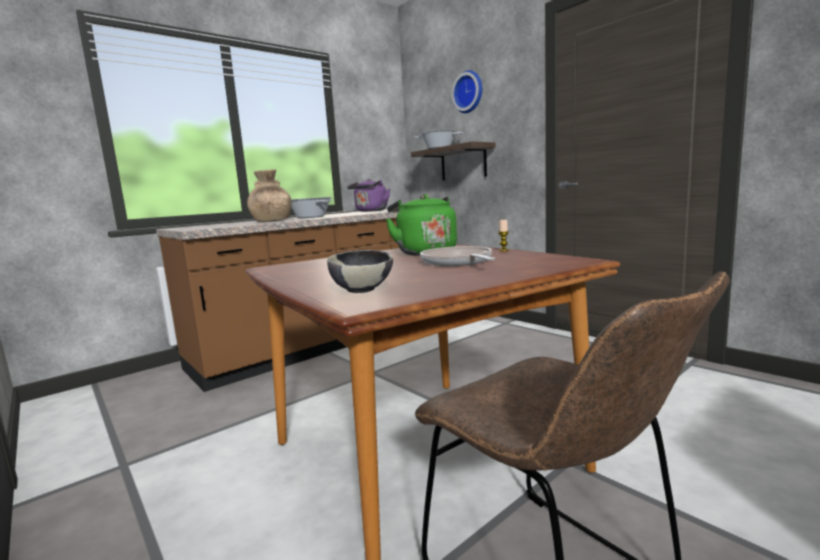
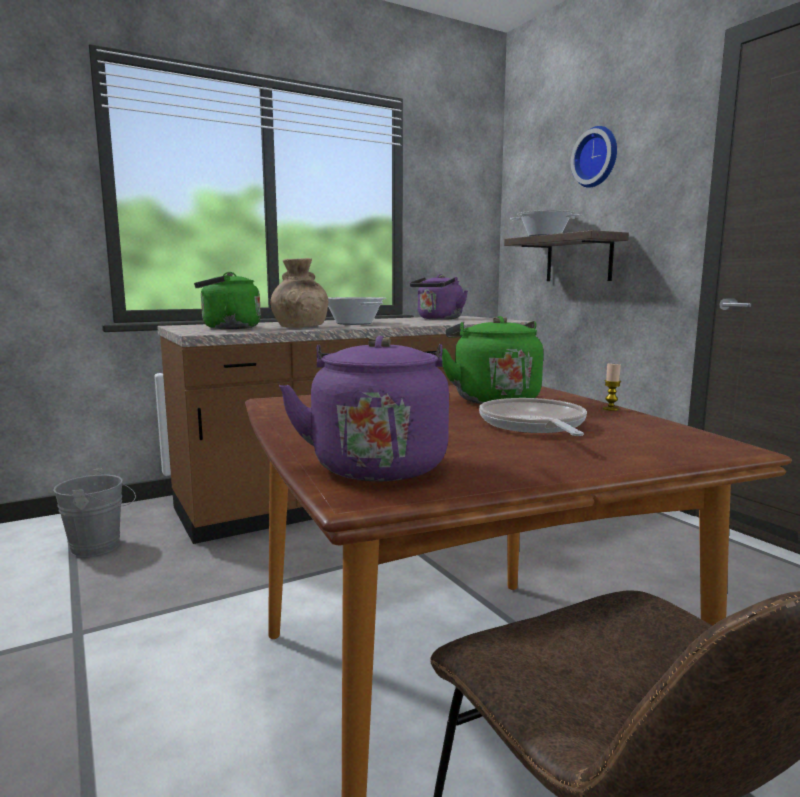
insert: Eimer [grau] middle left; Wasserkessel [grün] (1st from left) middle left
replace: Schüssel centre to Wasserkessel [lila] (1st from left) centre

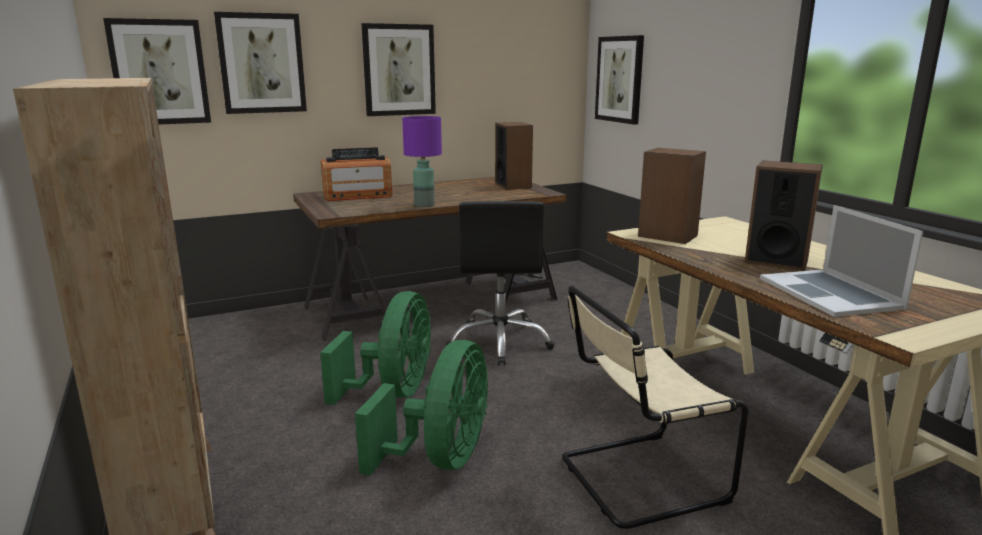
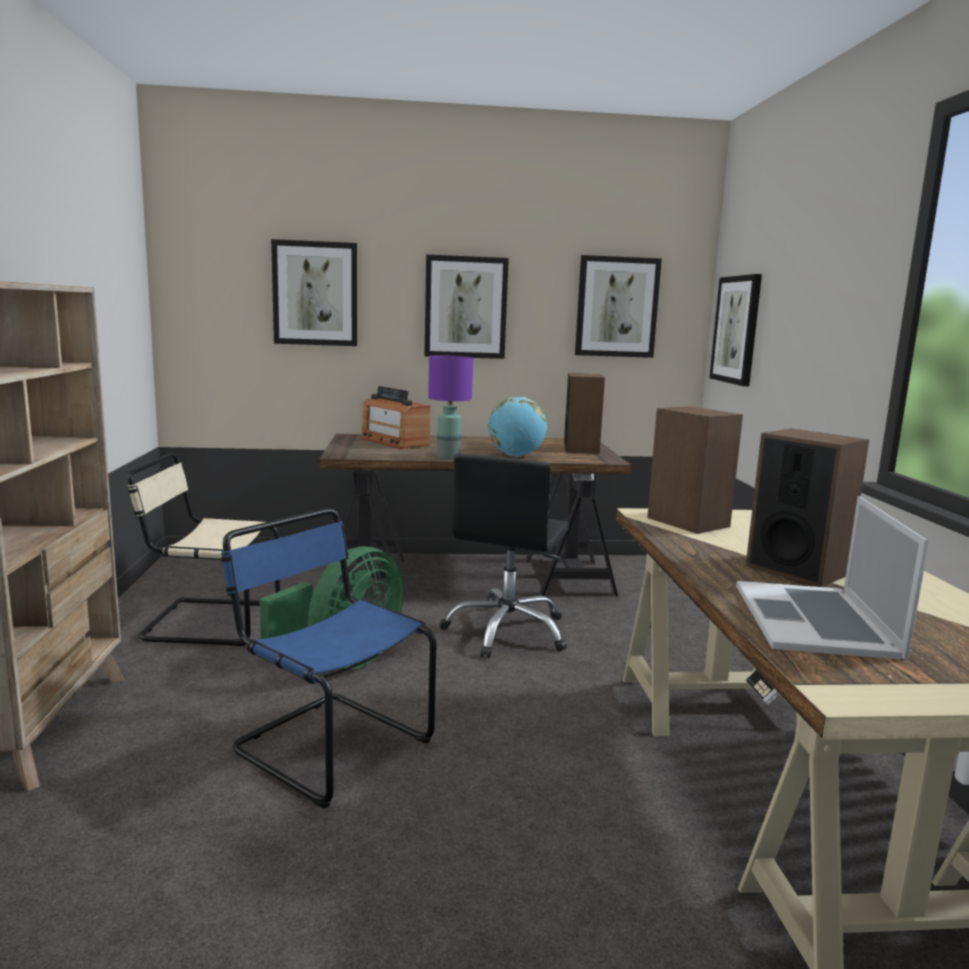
insert: Globus centre
move: Bild (1st from left in the first image) top left to Bild (3rd from left) top centre; Stuhl [beige] bottom right to middle left
replace: Ventilator [grün] (2nd from left) bottom centre to Stuhl [blau] bottom centre
rotate: Radio top centre = centre 45 degrees clockwise

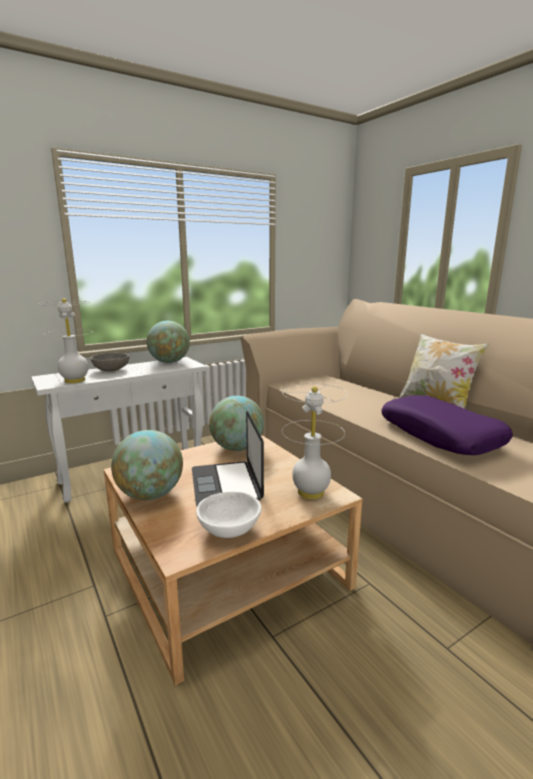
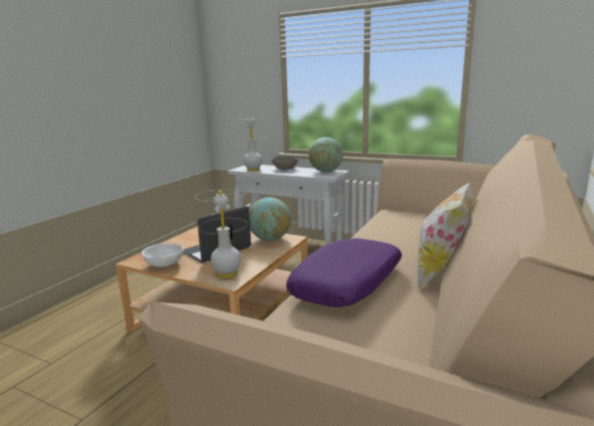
delete: Globus (1st from left) middle left

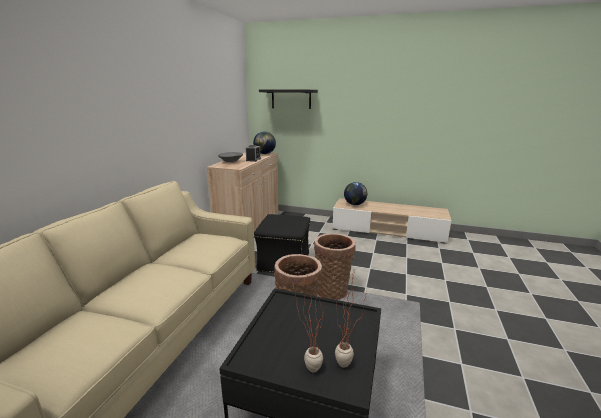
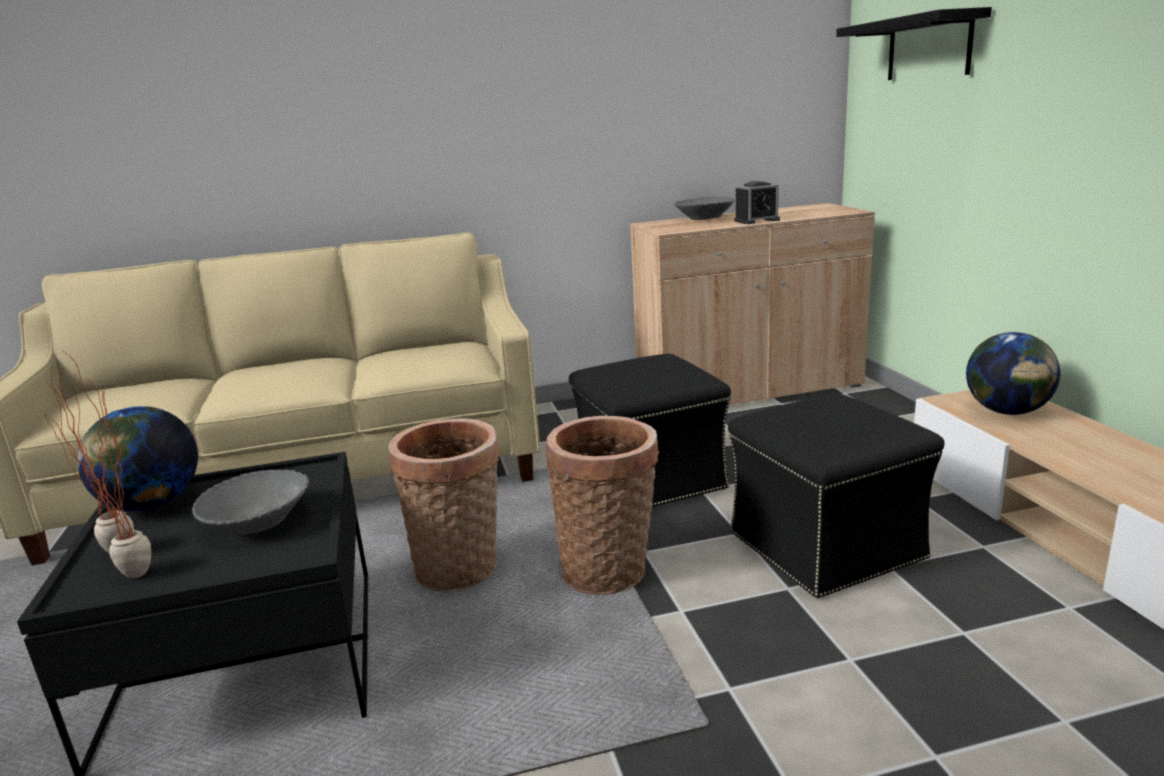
insert: Schüssel [grau] (1st from left) middle left; Polsterhocker [schwarz] (2nd from left) middle right
move: Globus (1st from left) centre to middle left

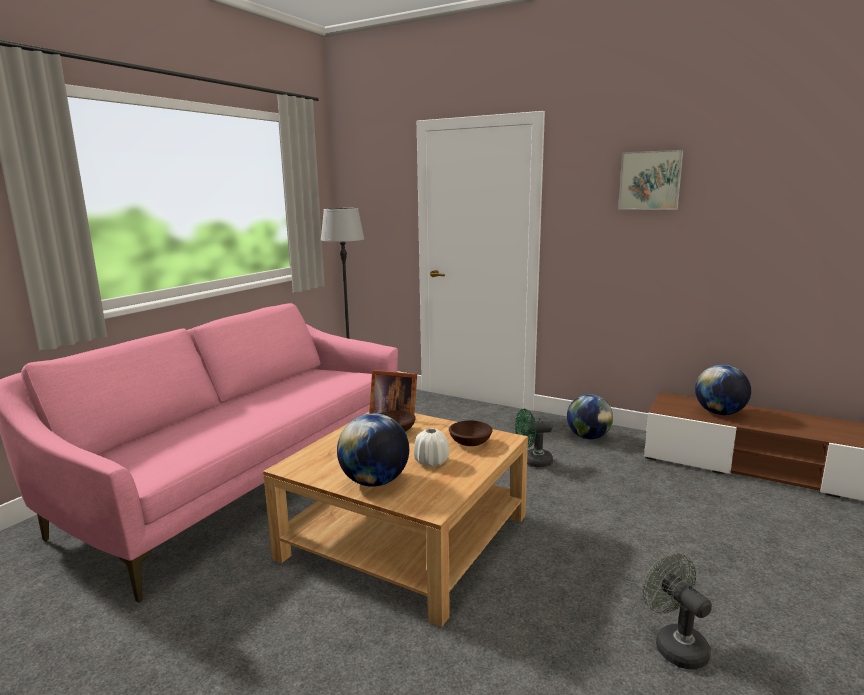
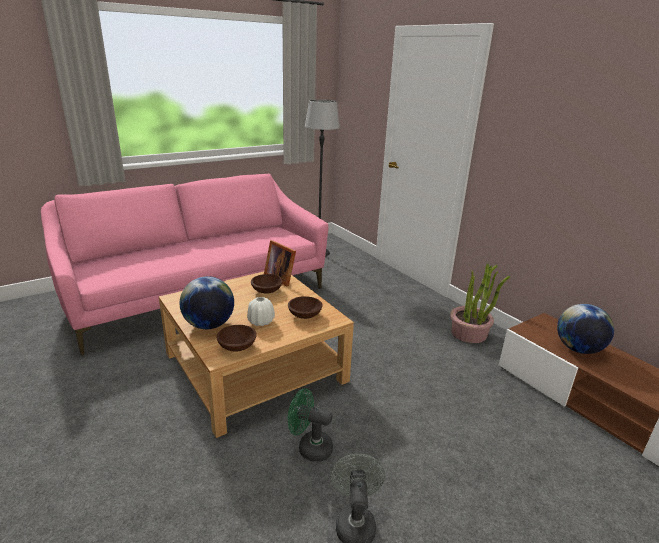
delete: Bild top right
insert: Schüssel [braun] (1st from left) centre
move: Ventilator [grün] centre to bottom centre
replace: Globus (2nd from left) middle right to Topfpflanze middle right

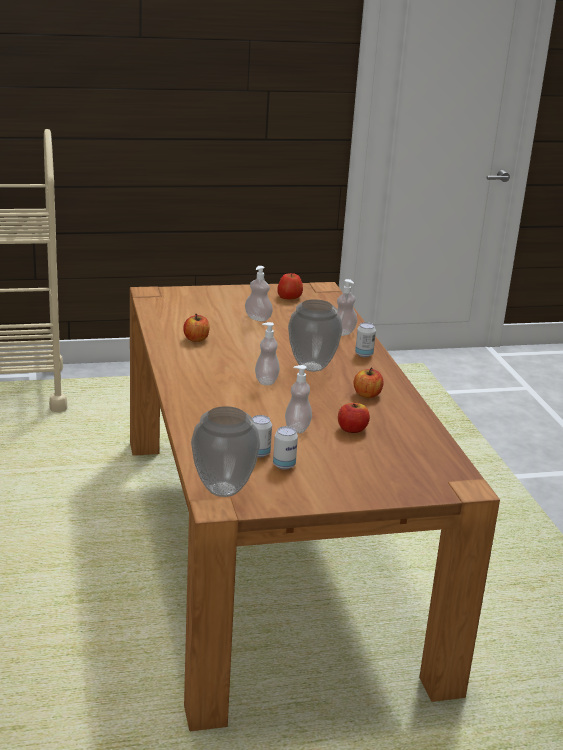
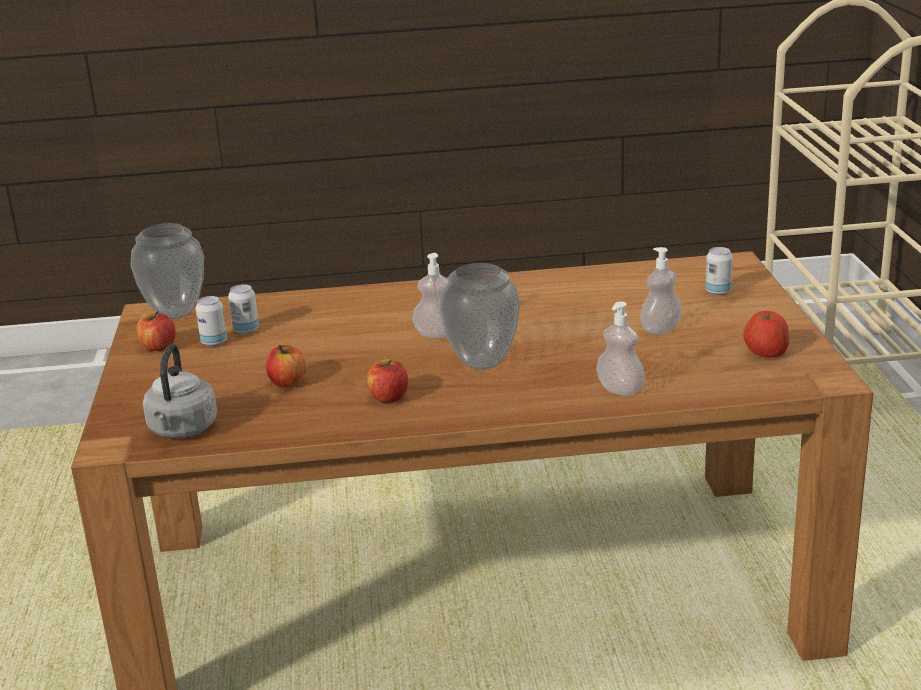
delete: Seifenspender (3rd from left) centre
insert: Wasserkessel [grau] middle left
move: Apfel (1st from left) centre to middle left; Dose (3rd from left) centre to middle right

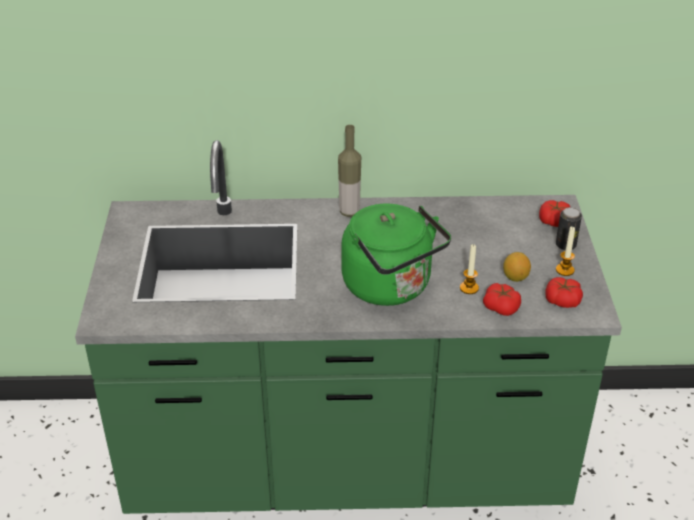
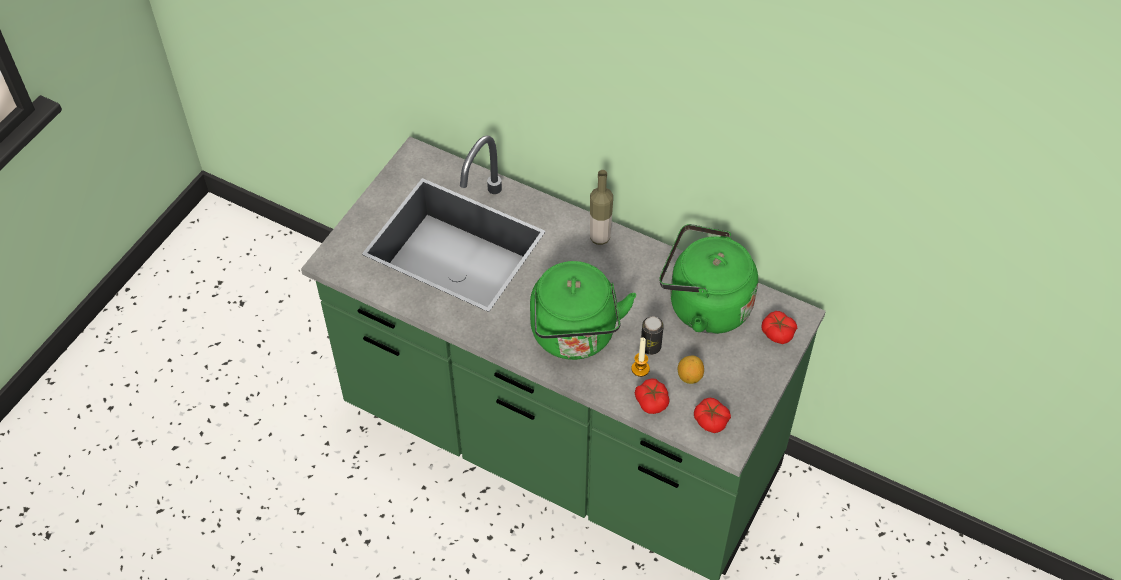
delete: Kerze (2nd from left) middle right
insert: Wasserkessel [grün] (2nd from left) centre
move: Dose middle right to centre

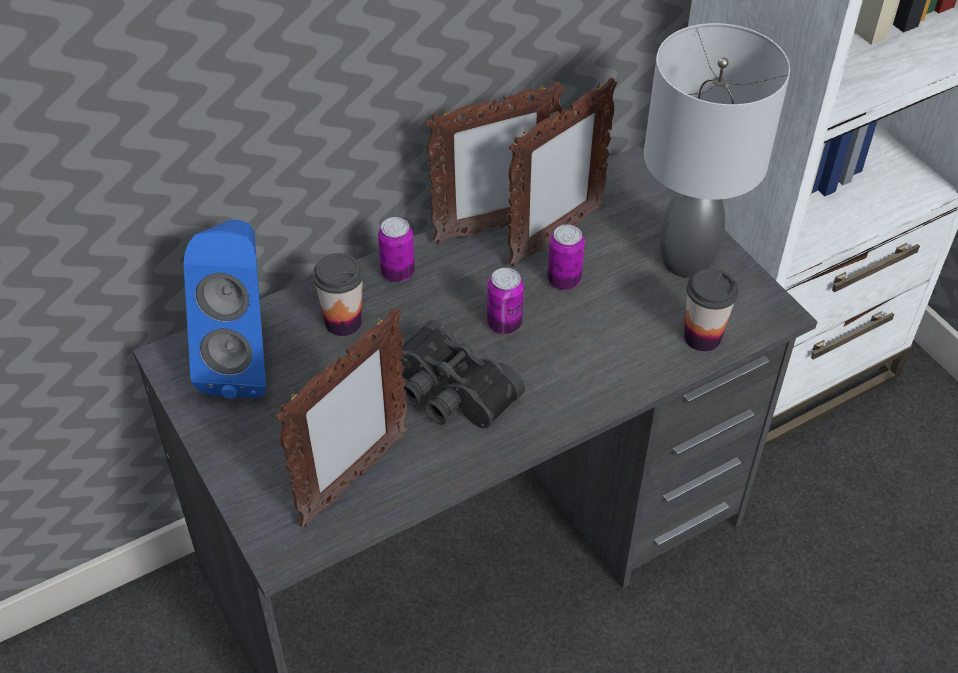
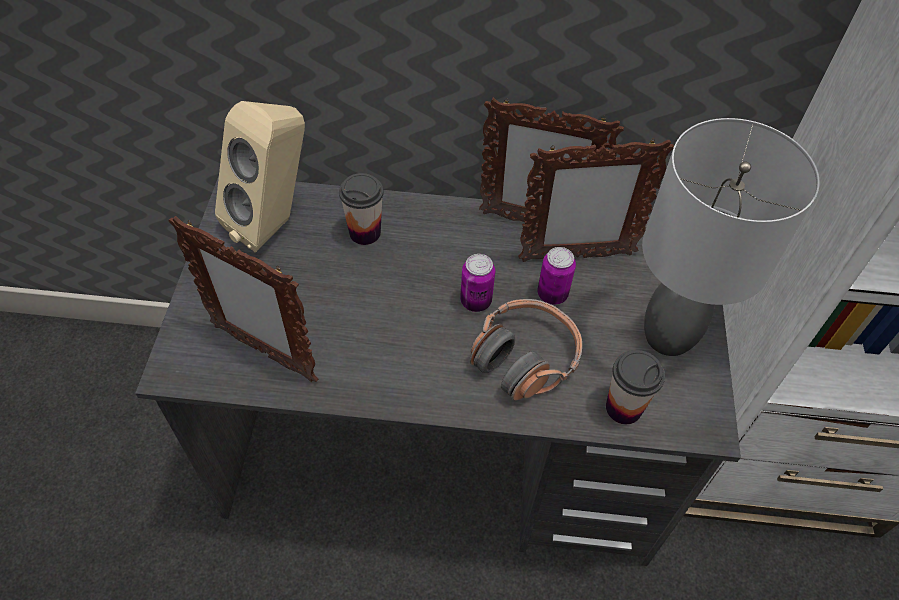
delete: Dose (1st from left) centre; Fernglas [schwarz] centre
insert: Kopfhörer centre
recolor: Lautsprecher [blau] middle left to Lautsprecher [beige] top left
rotate: Bilderrahmen (1st from left) centre = middle left 45 degrees clockwise

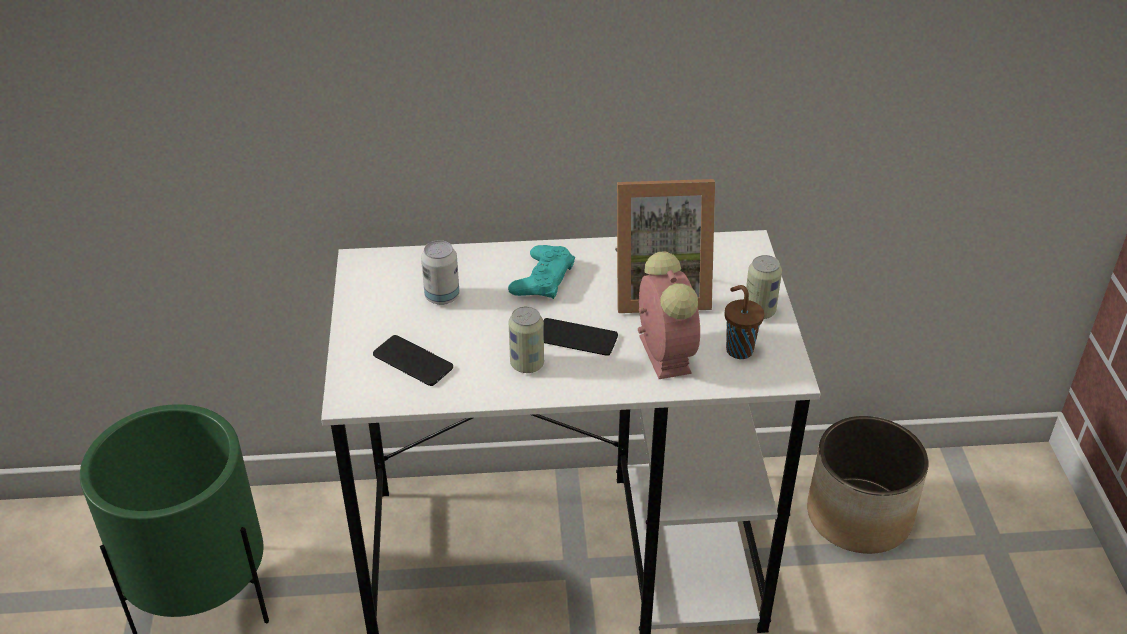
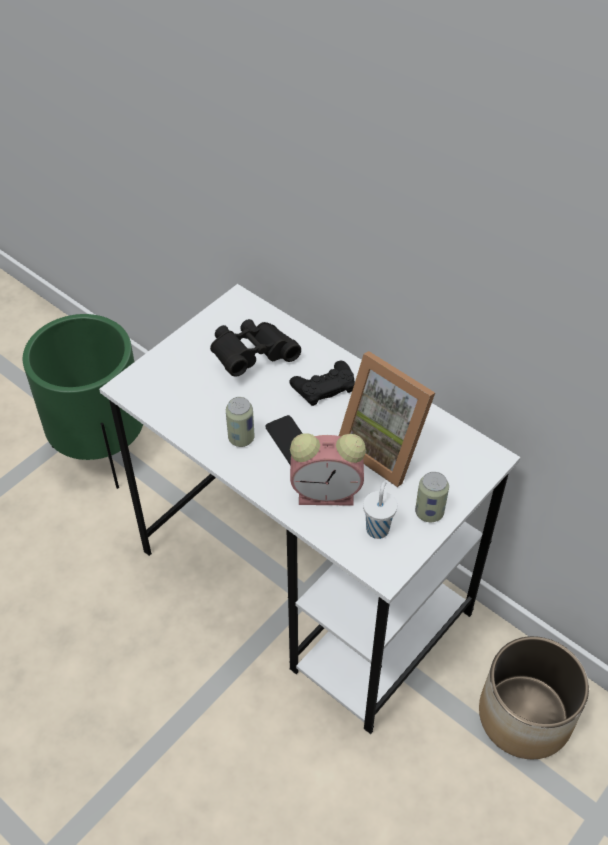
delete: Handy (1st from left) centre
replace: Dose (1st from left) centre to Fernglas [schwarz] centre
recolor: Gamepad [türkis] centre to Gamepad [schwarz] centre; Tasse [braun] centre to Tasse [weiß] centre
rotate: Wecker centre = centre 60 degrees clockwise

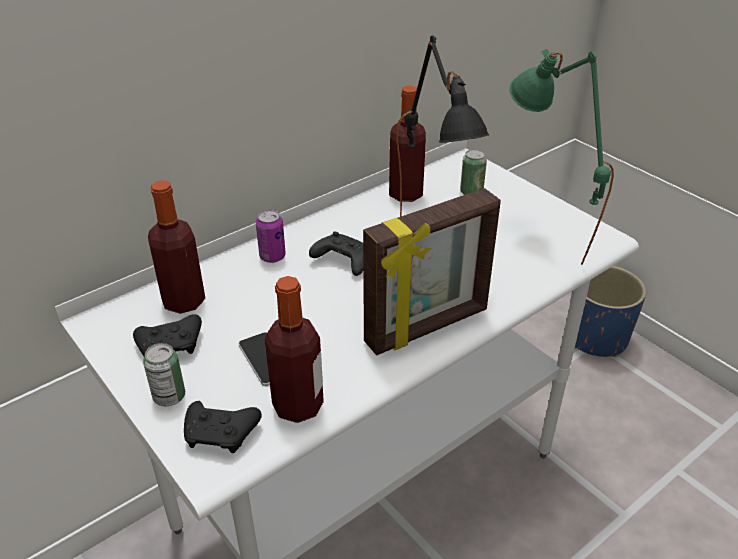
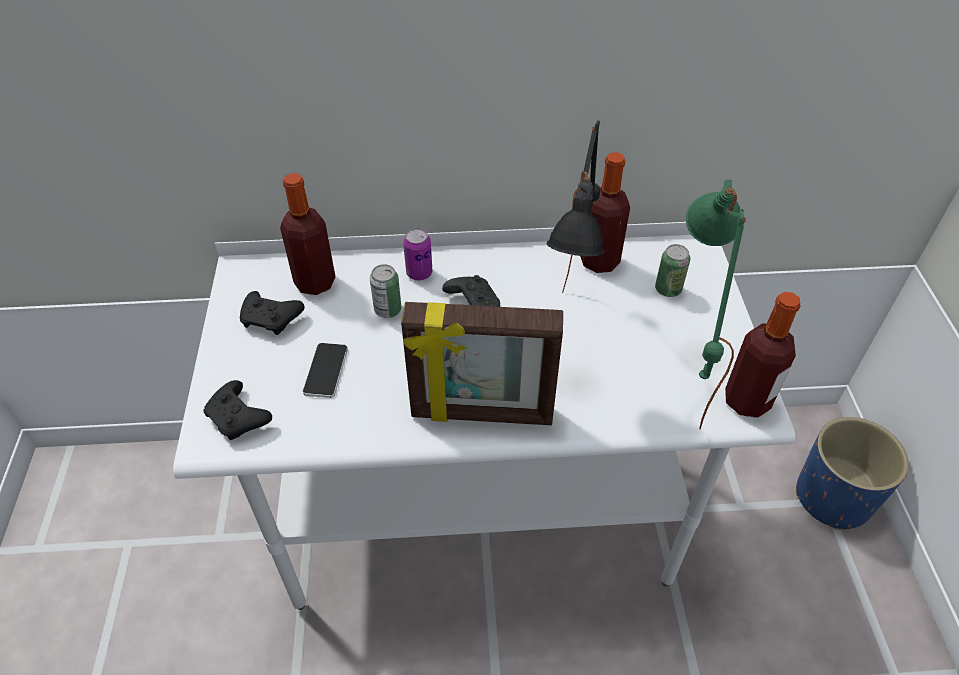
move: Dose (1st from left) bottom left to centre; Flasche (2nd from left in the first image) centre to Flasche (3rd from left) middle right

